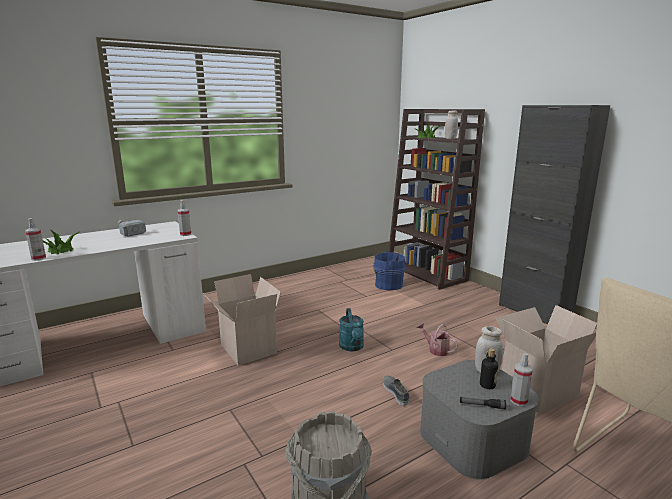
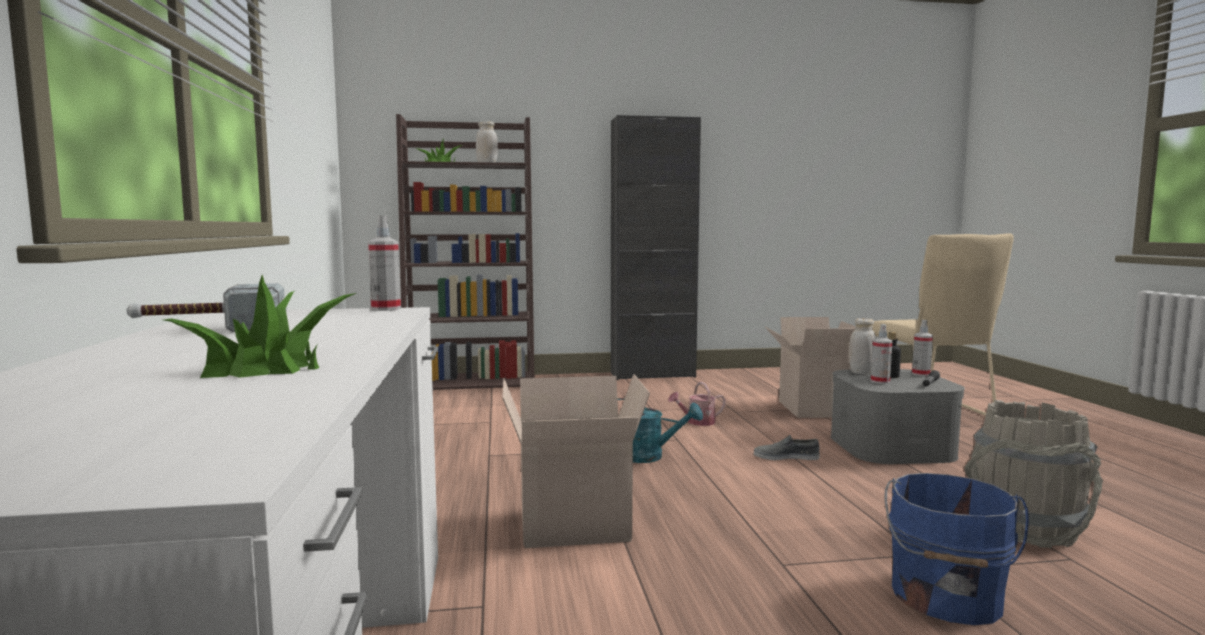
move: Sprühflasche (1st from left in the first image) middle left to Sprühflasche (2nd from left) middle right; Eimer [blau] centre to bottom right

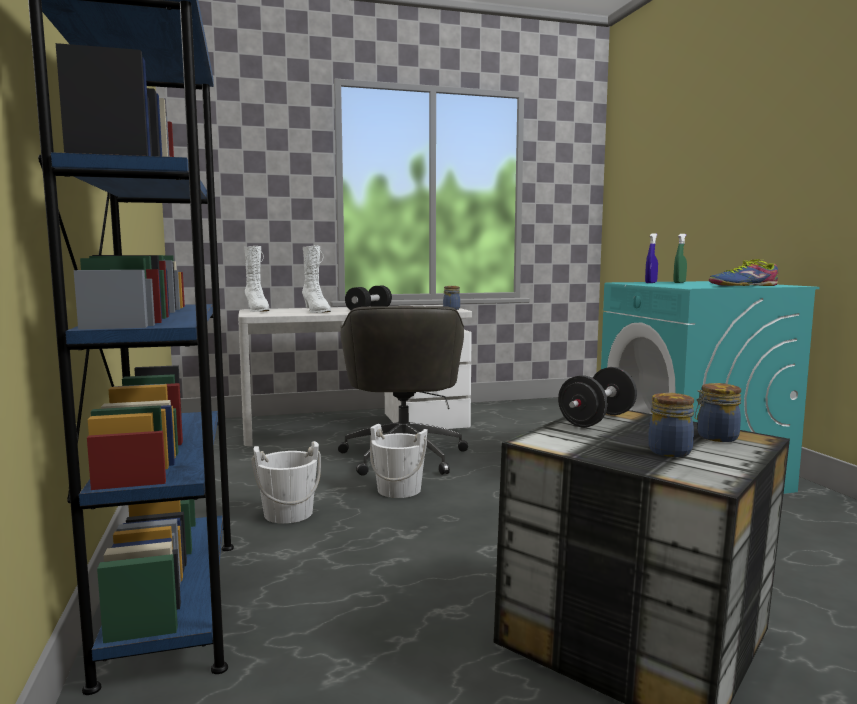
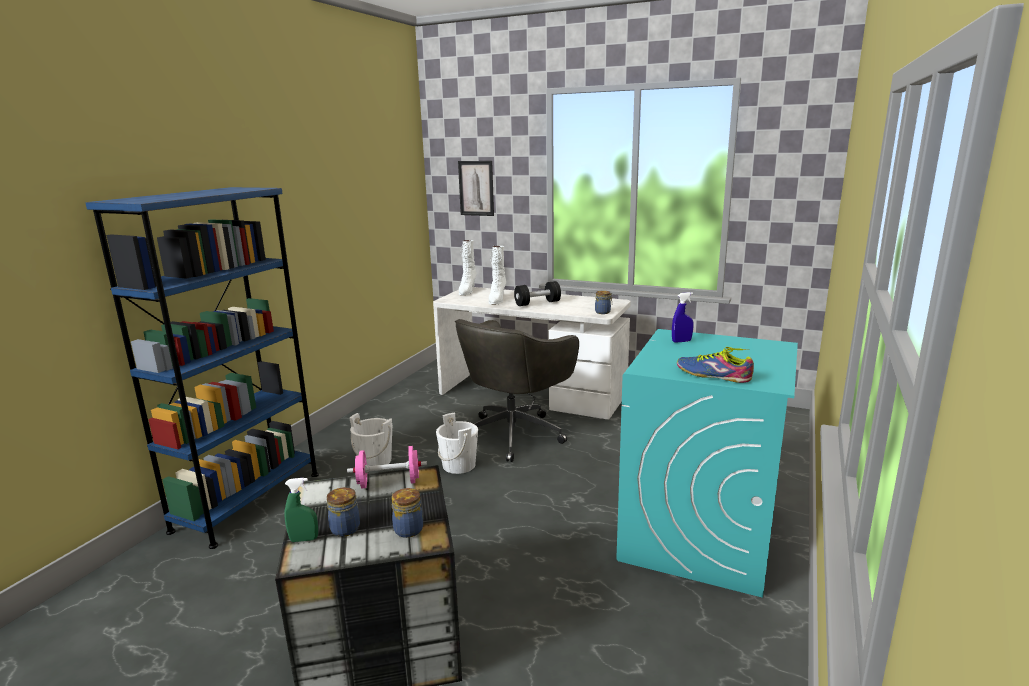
insert: Bild top centre
move: Sprühflasche [grün] middle right to bottom left
recolor: Hantel [schwarz] (2nd from left) middle right to Hantel [rosa] bottom centre

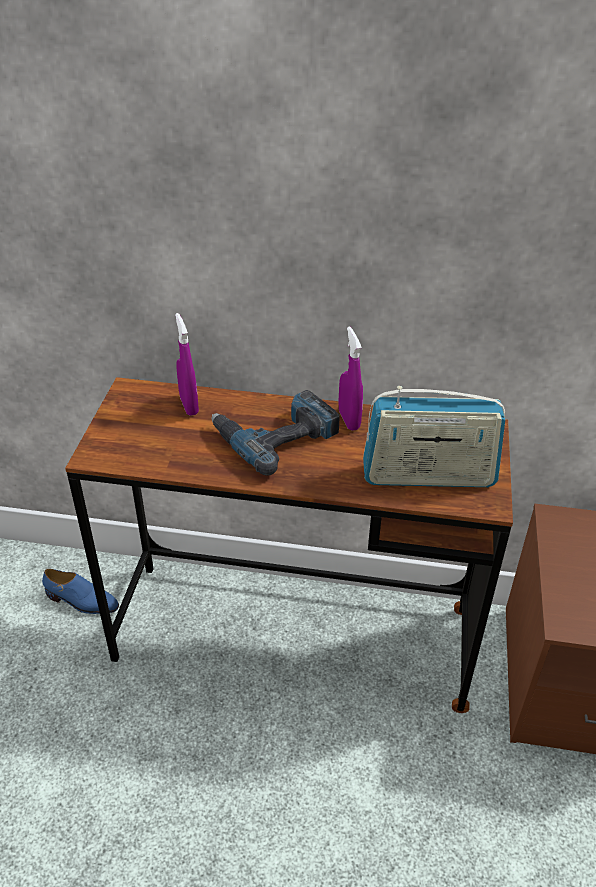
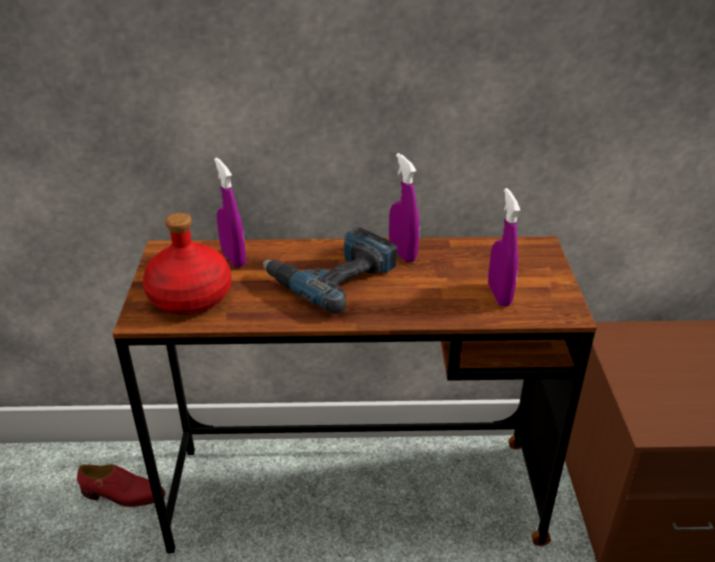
insert: Flasche [rot] middle left
replace: Radio middle right to Sprühflasche [lila] (3rd from left) middle right
recolor: Schuh [blau] middle left to Schuh [rot] bottom left

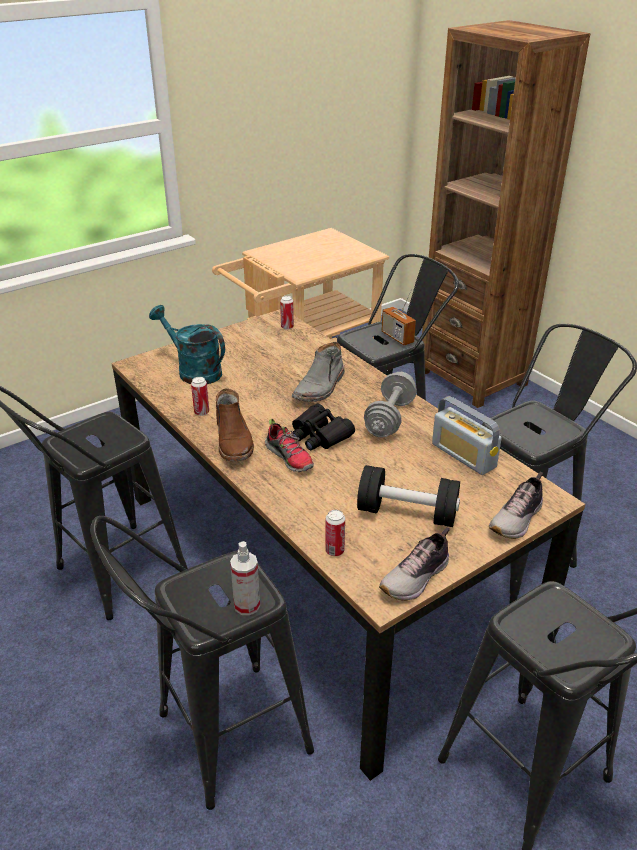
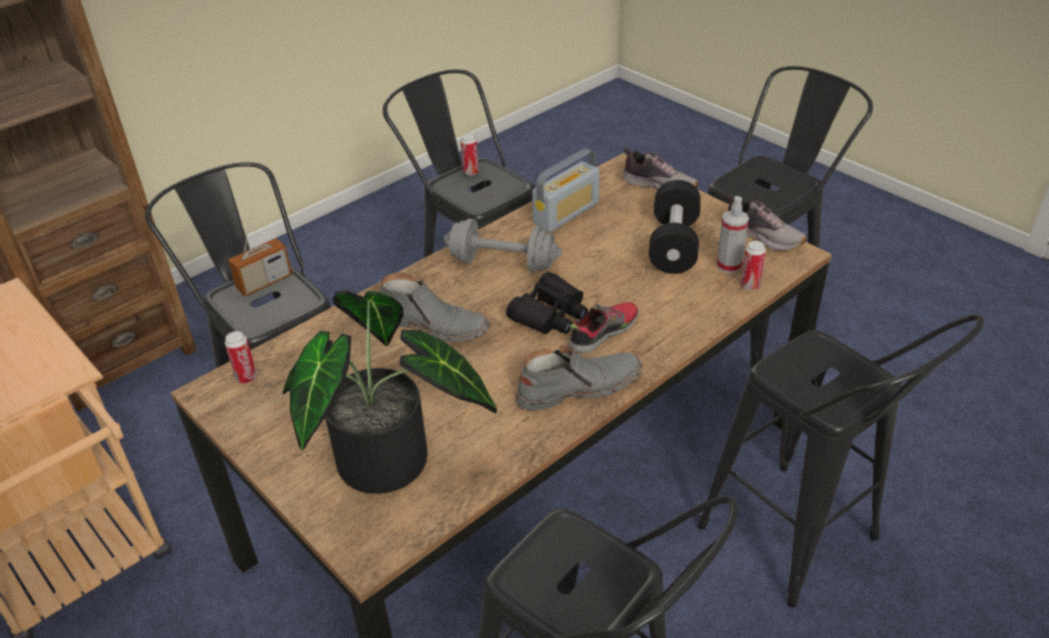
move: Dose (1st from left in the first image) middle left to Dose (2nd from left) top centre; Sprühflasche bottom centre to middle right
replace: Gießkanne [türkis] middle left to Topfpflanze centre
recolor: Stiefel [braun] centre to Stiefel [grau] (2nd from left) centre

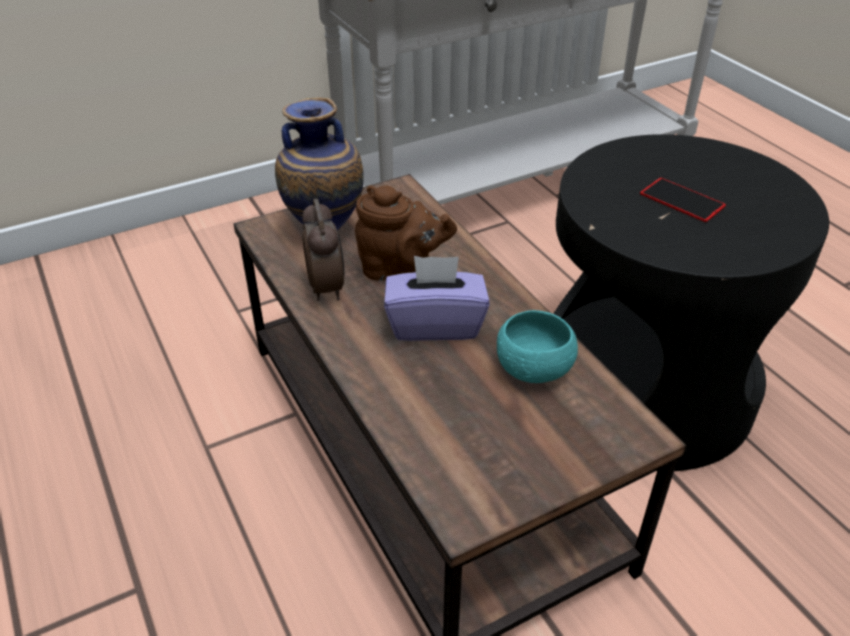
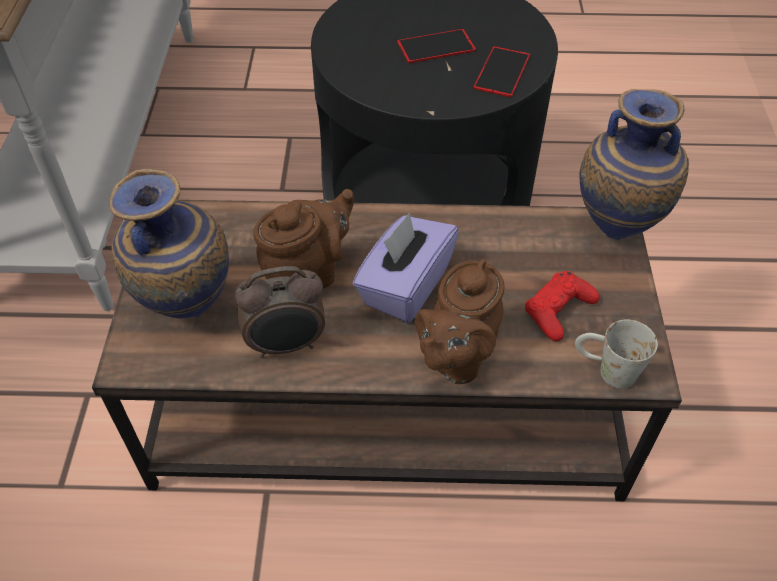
delete: Schüssel [türkis] centre
insert: Teekanne [braun] (2nd from left) centre; Handy (2nd from left) top centre; Gamepad [rot] middle right; Henkelbecher [weiß] middle right; Vase (2nd from left) top right
rotate: Wecker centre = centre 150 degrees clockwise

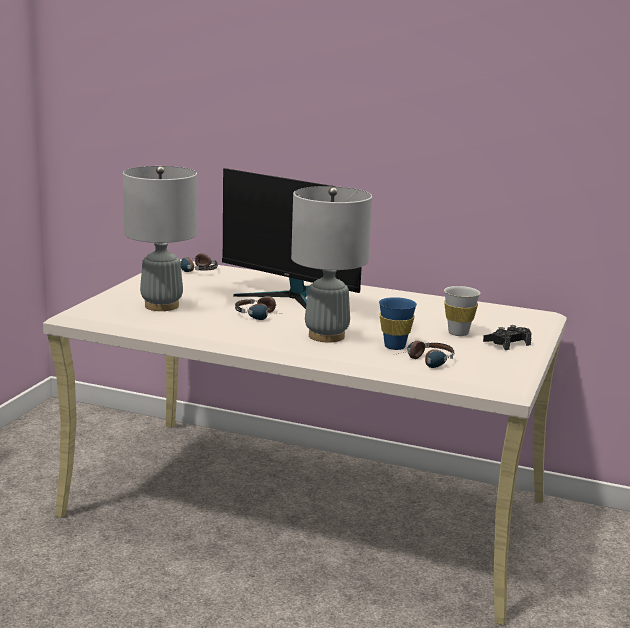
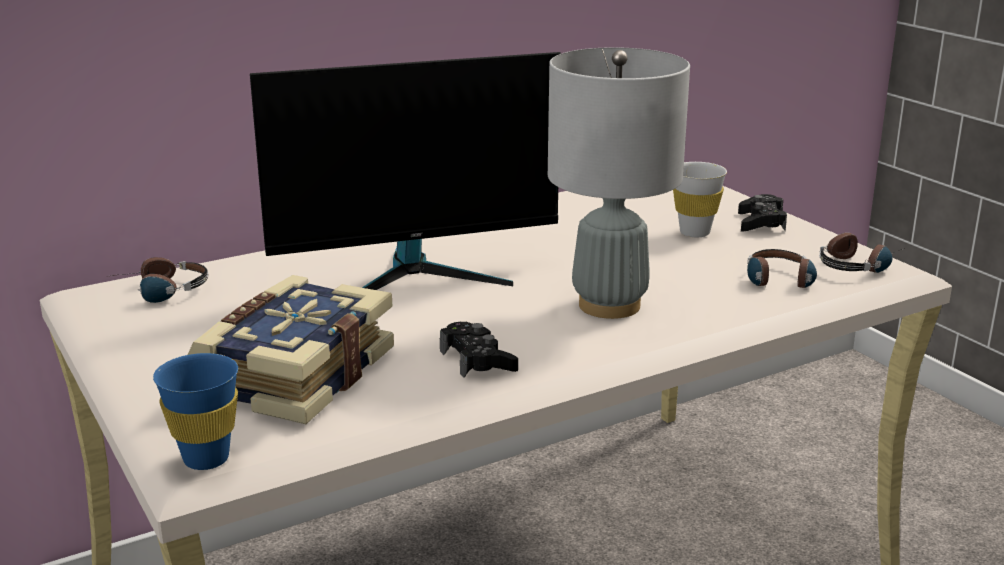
insert: Gamepad [schwarz] (1st from left) centre
move: Kopfhörer (2nd from left in the first image) centre to Kopfhörer (3rd from left) middle right; Tasse [blau] centre to bottom left
replace: Tischlampe [grau] (1st from left) middle left to Buch middle left

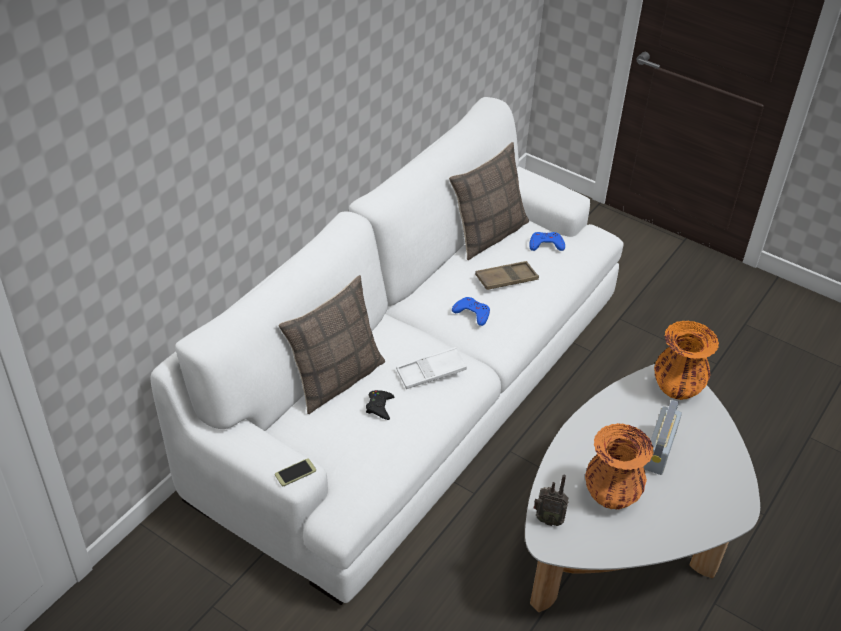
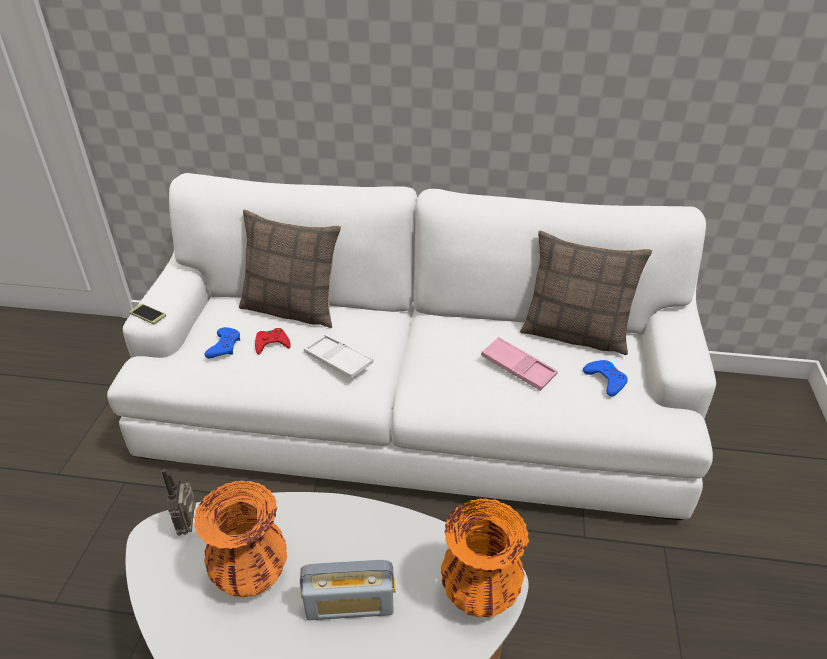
move: Gamepad [blau] (1st from left) centre to middle left
recolor: Gamepad [schwarz] centre to Gamepad [rot] middle left; Tablett [braun] centre to Tablett [rosa] centre

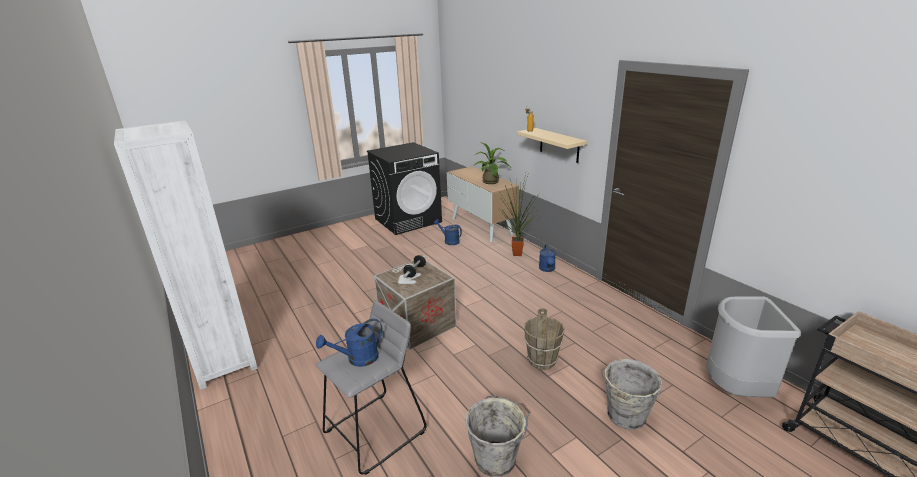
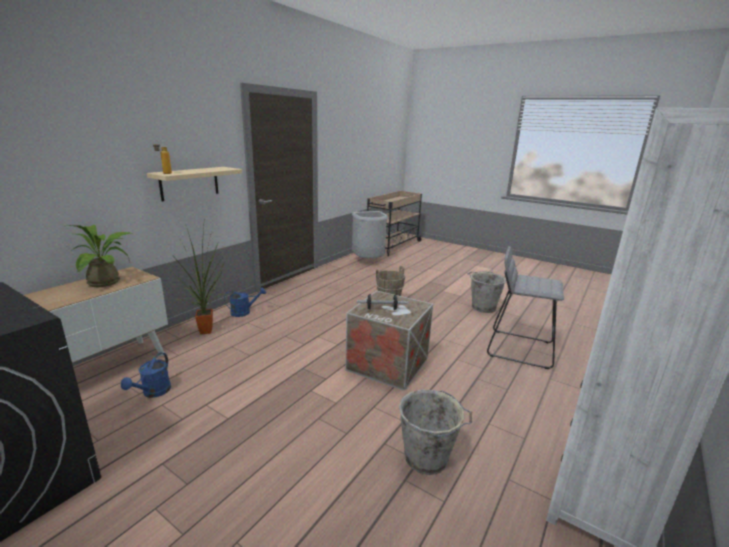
delete: Gießkanne [blau] (1st from left) bottom centre
move: Eimer [grau] (2nd from left in the first image) bottom right to Eimer [grau] (1st from left) bottom centre

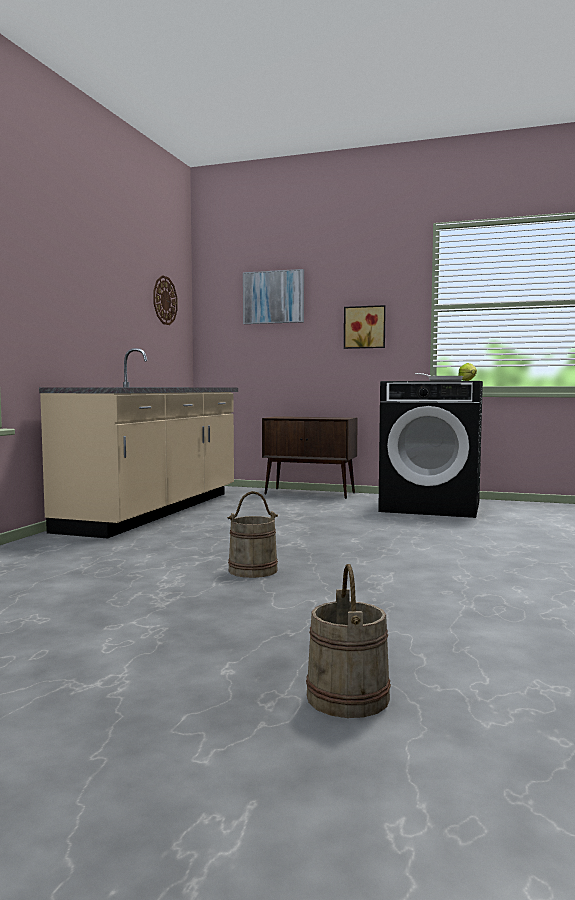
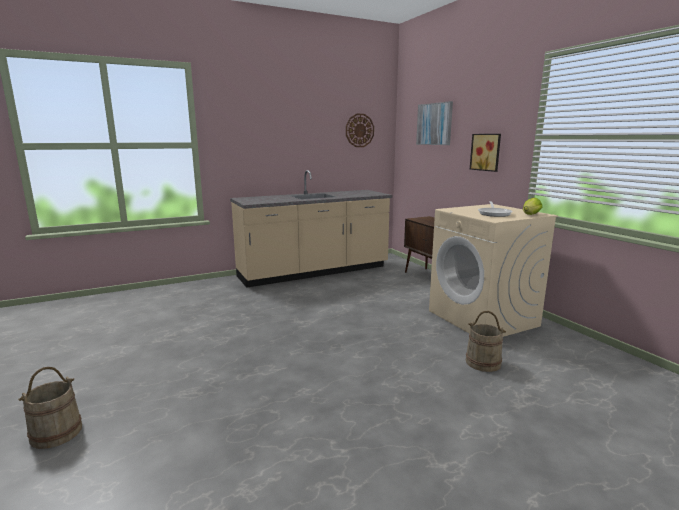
move: Eimer [beige] (1st from left in the first image) centre to Eimer [beige] (2nd from left) bottom right
recolor: Waschmaschine [schwarz] middle right to Waschmaschine [beige] middle right

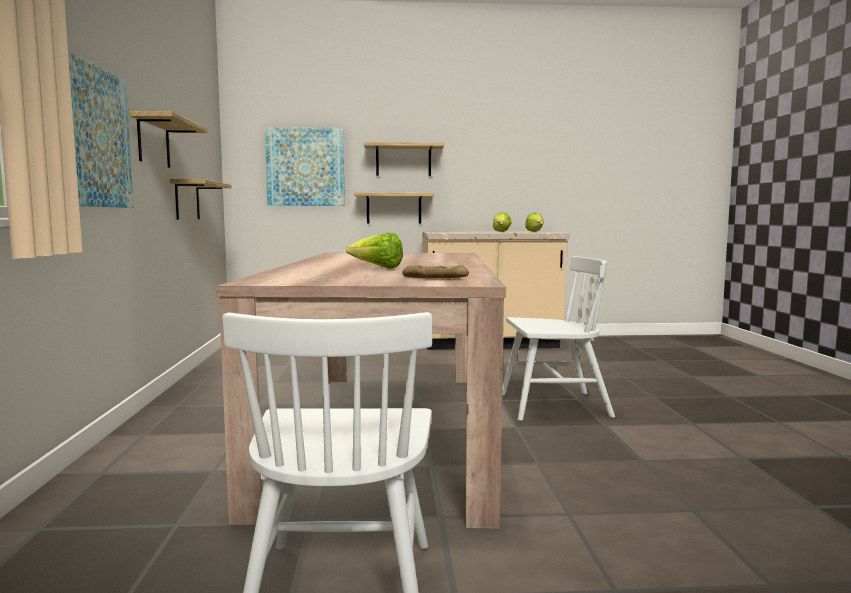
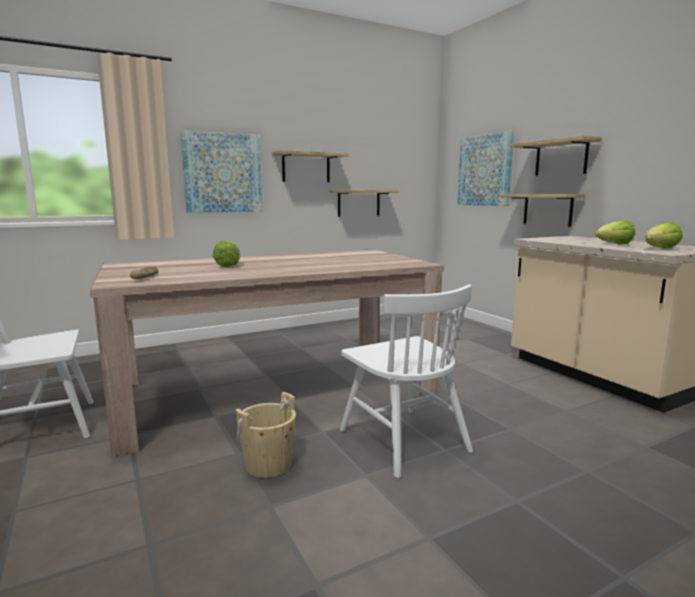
insert: Eimer [beige] bottom centre

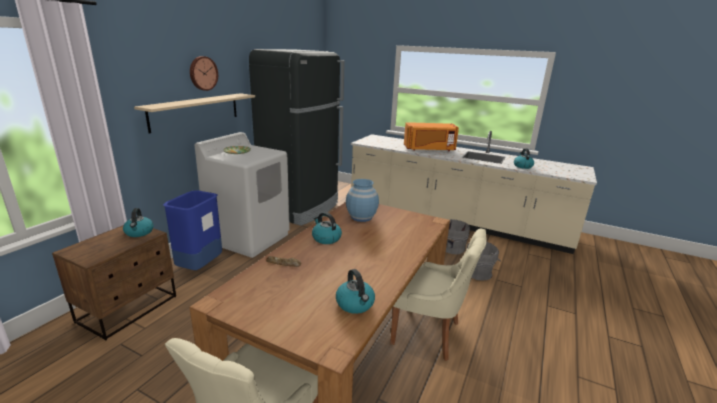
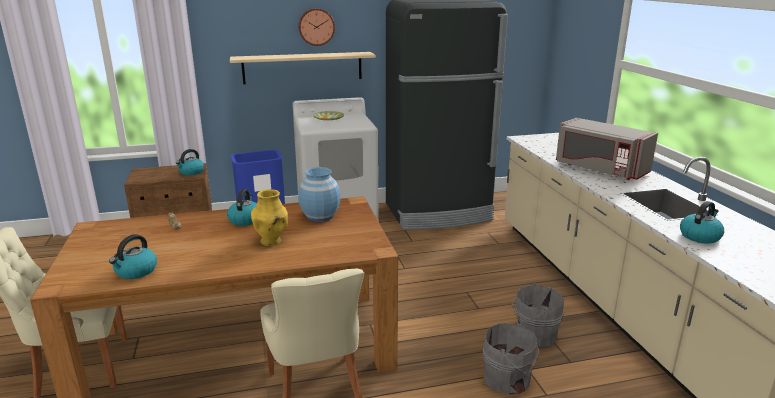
insert: Vase [gelb] centre
recolor: Mikrowelle [orange] centre to Mikrowelle [grau] middle right

